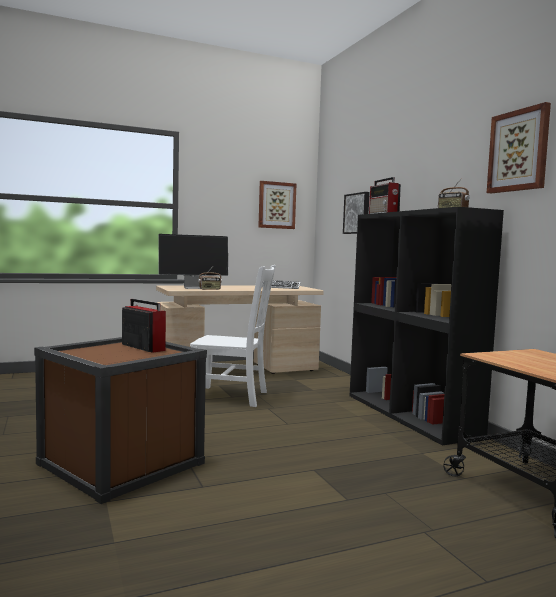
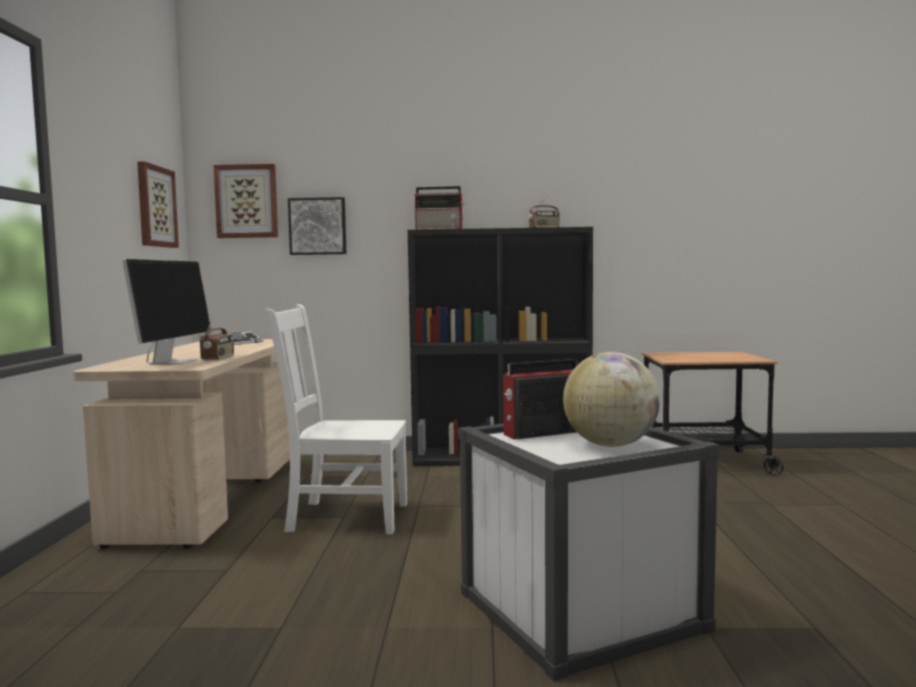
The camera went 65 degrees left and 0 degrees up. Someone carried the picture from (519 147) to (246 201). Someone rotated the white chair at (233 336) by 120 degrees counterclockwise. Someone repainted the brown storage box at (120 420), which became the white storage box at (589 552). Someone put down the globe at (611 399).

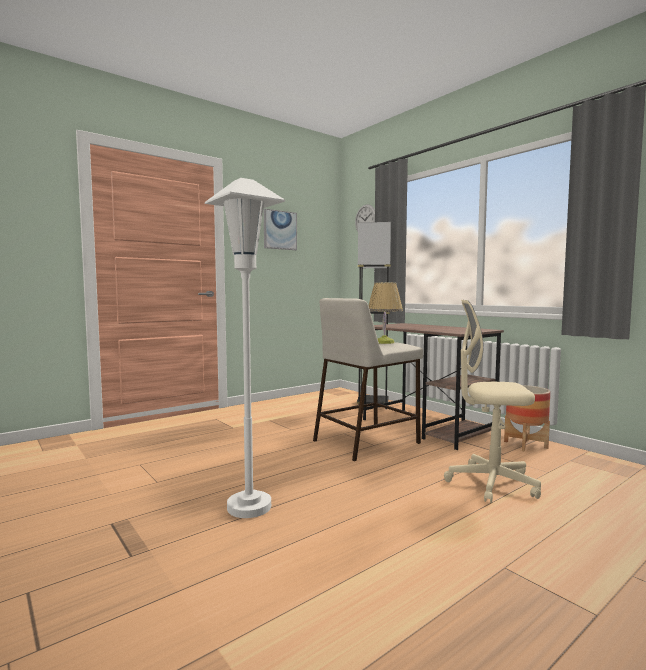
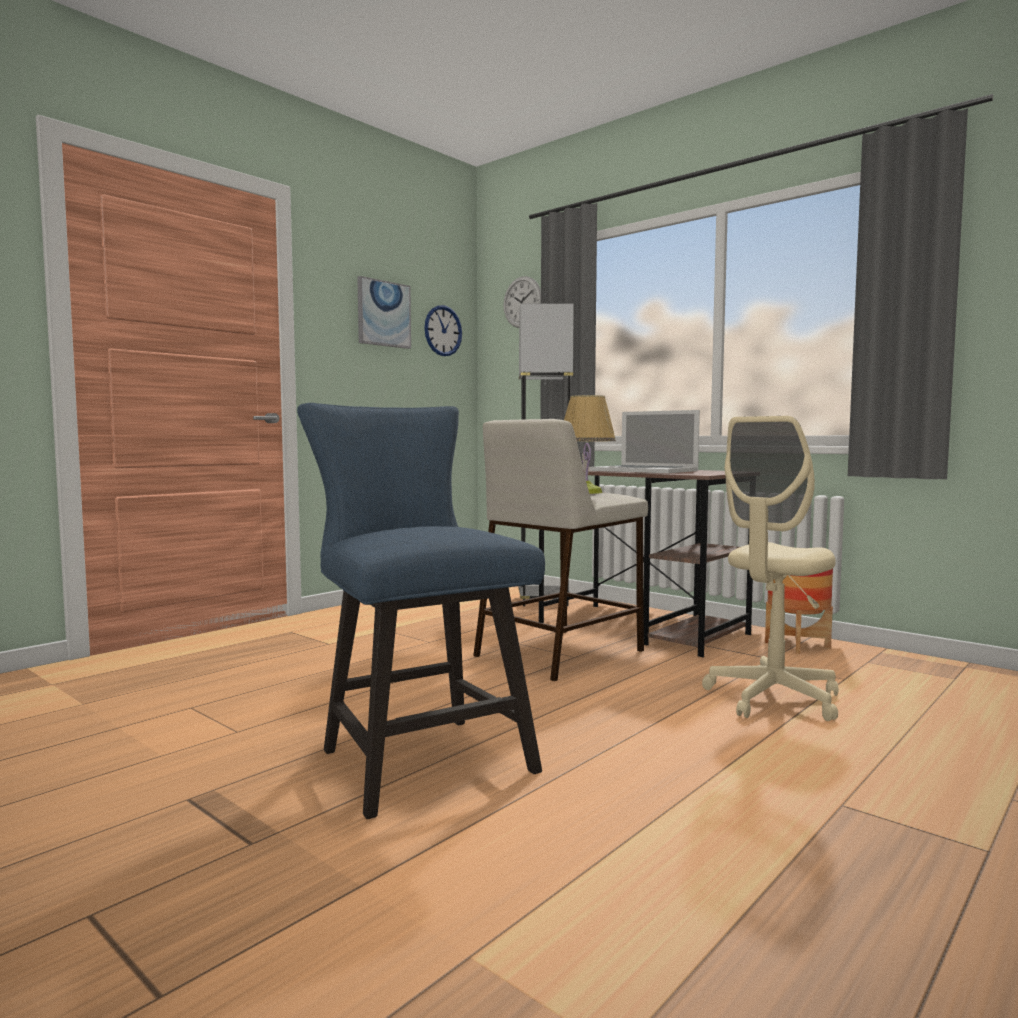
The camera went 10 degrees left and 0 degrees up. Someone swapped the white floor lamp at (245 348) for the blue chair at (421 611). Someone put up the wall clock at (443 330). Someone put down the laptop at (645 441). Someone rotated the beige office chair at (492 401) by 45 degrees counterclockwise.

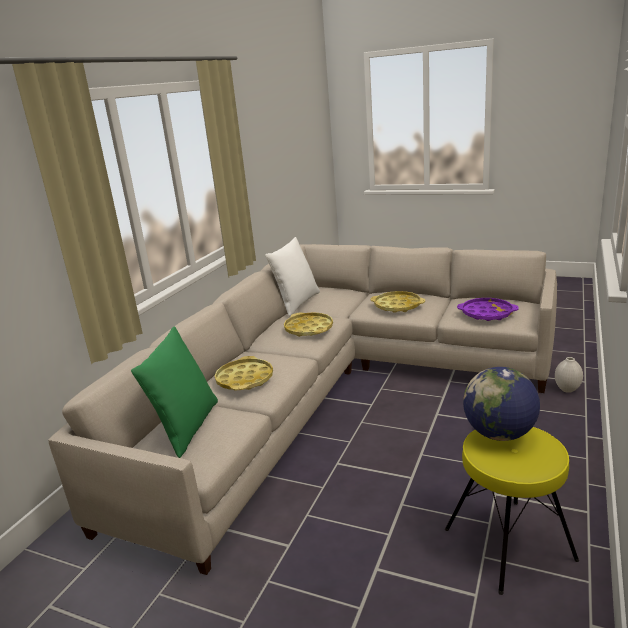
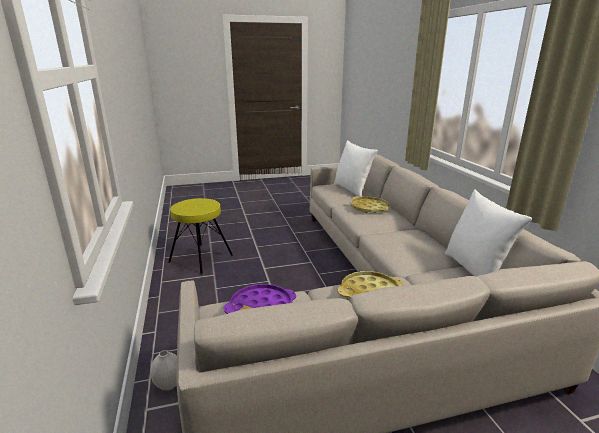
The camera went 140 degrees right and 0 degrees up. Someone repainted the green pillow at (174 392), which became the white pillow at (356 168). Someone took away the yellow tray at (308 324). Someone took away the globe at (501 404).

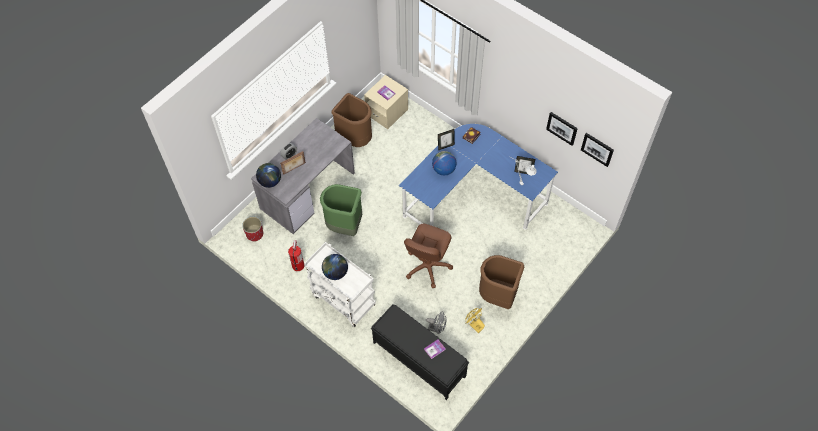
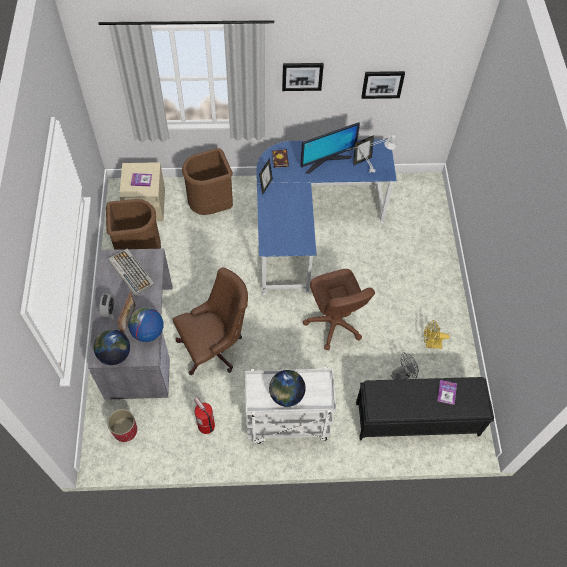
The camera went 45 degrees left and 0 degrees up. Someone put down the keyboard at (131 272). Someone carried the globe from (444 163) to (145 324). Someone swapped the green trash can at (341 210) for the brown office chair at (210 321). Someone carried the brown trash can from (501 282) to (207 181). Someone carried the picture from (597 150) to (303 77). Someone put down the monitor at (330 148).

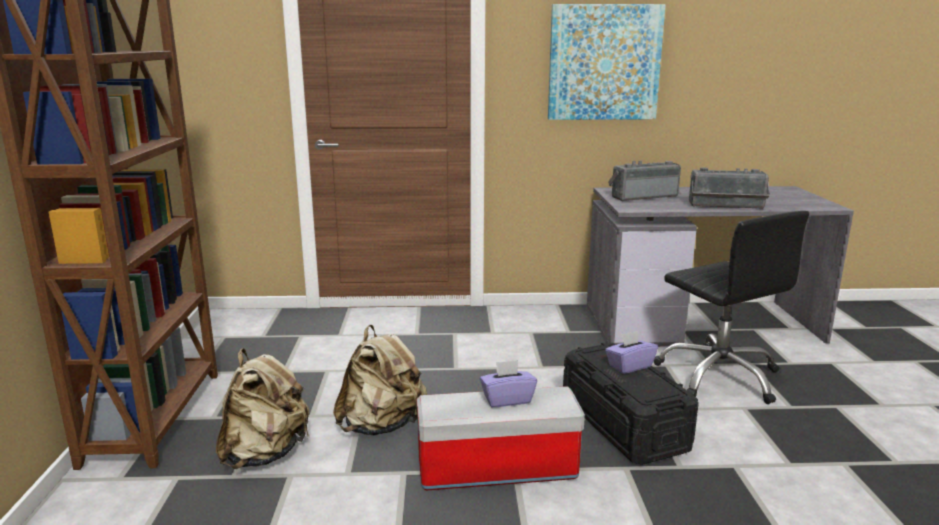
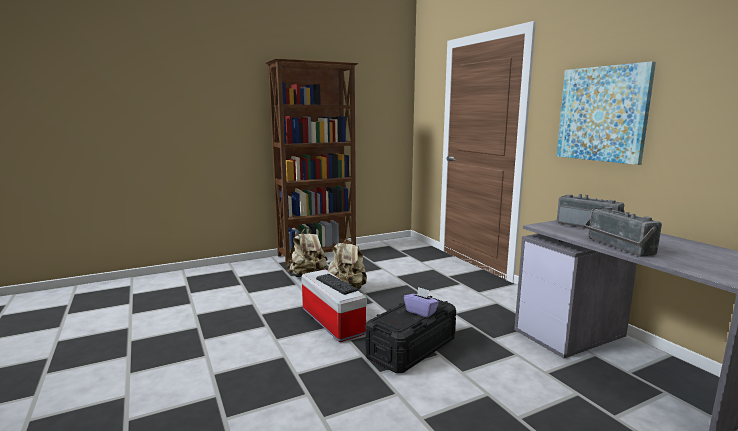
The camera went 65 degrees right and 5 degrees down. Someone swapped the purple tissue box at (508 383) for the keyboard at (337 284). Someone took away the black office chair at (731 307).

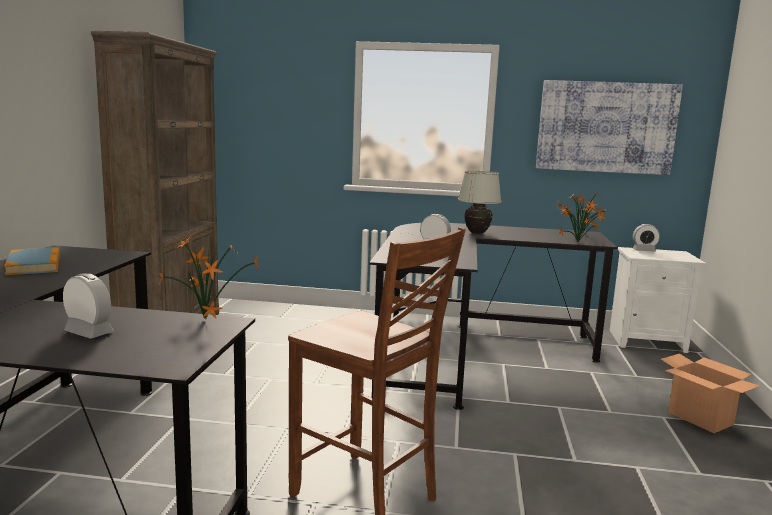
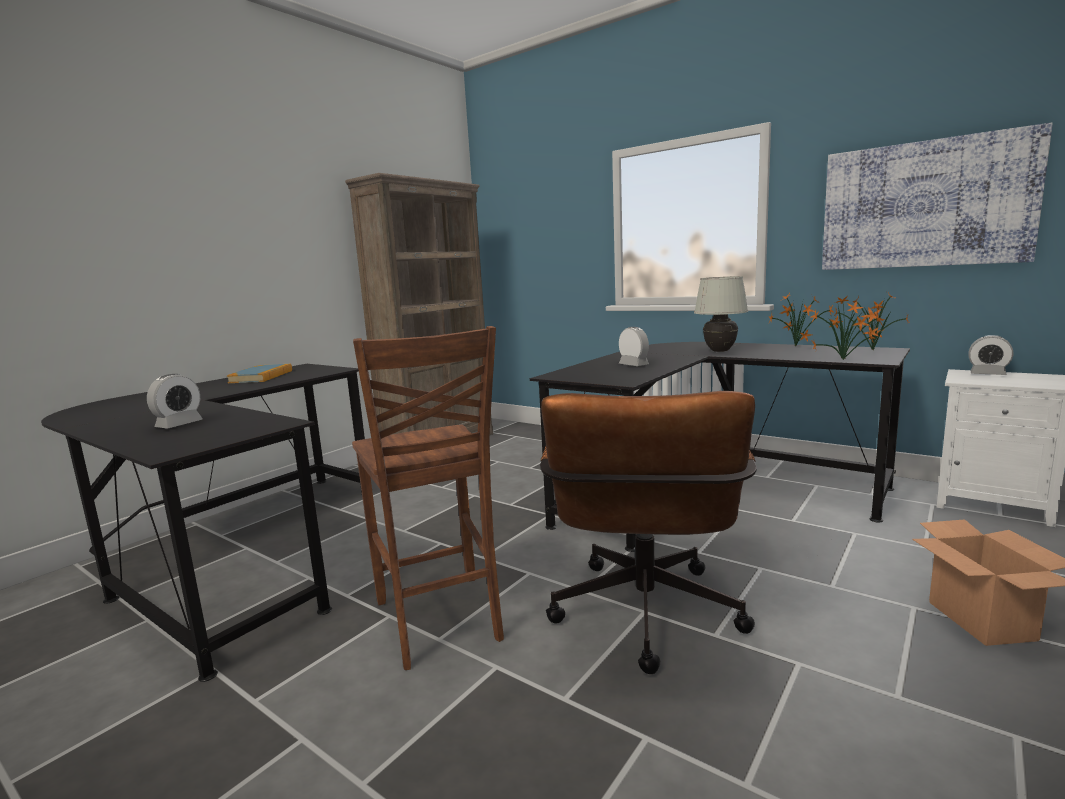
The camera went 30 degrees right and 0 degrees up. Someone rotated the alarm clock at (88 305) by 60 degrees clockwise. Someone put down the brown office chair at (648 532). Someone carried the potted plant from (208 278) to (801 319).

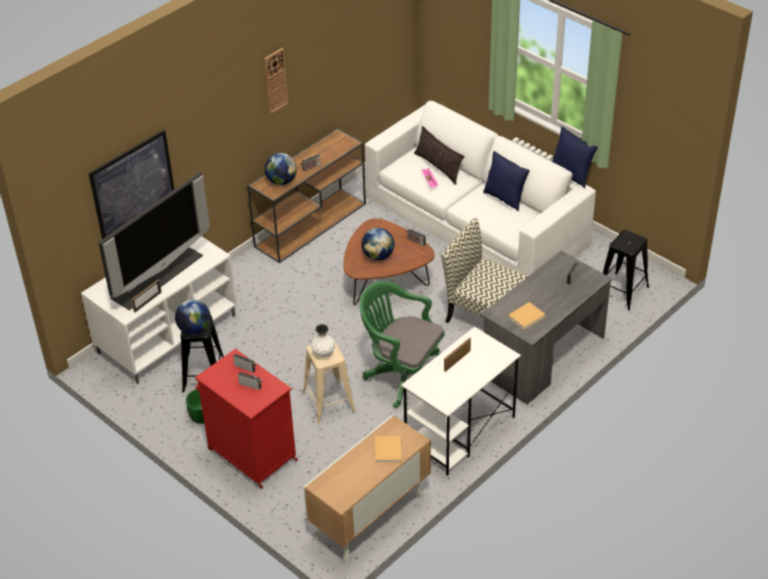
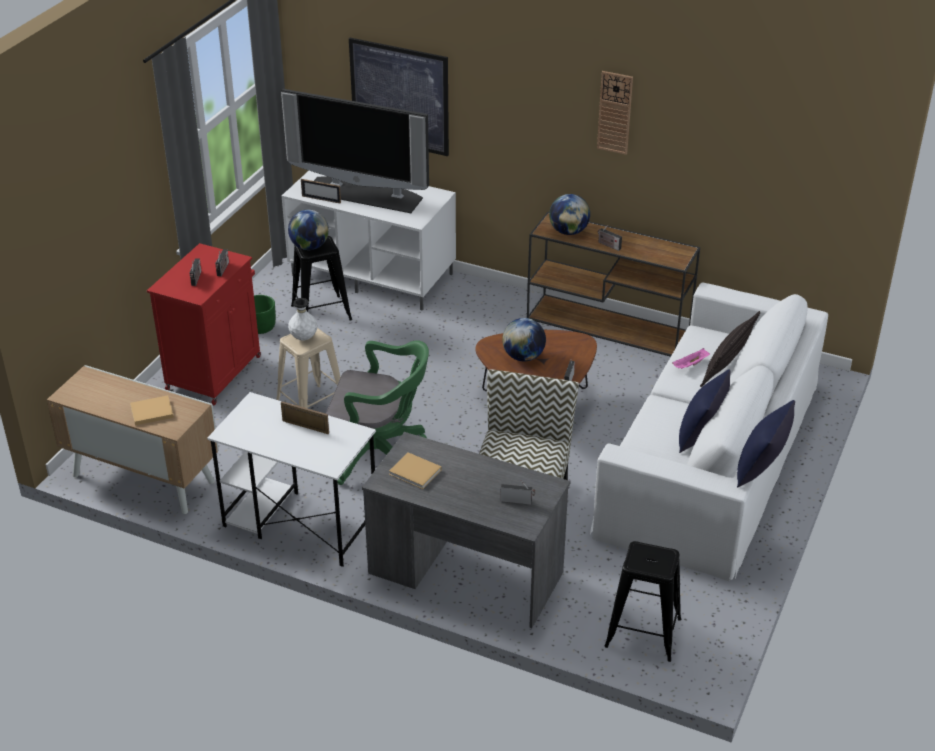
The camera went 70 degrees right and 5 degrees down. Someone rotated the green office chair at (402 344) by 90 degrees clockwise.

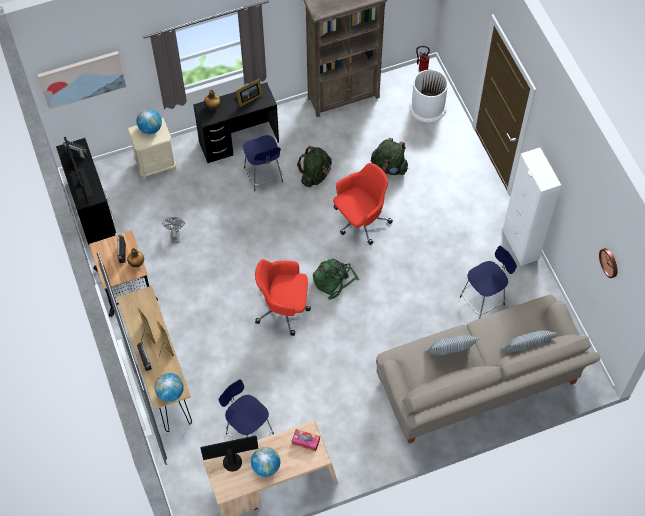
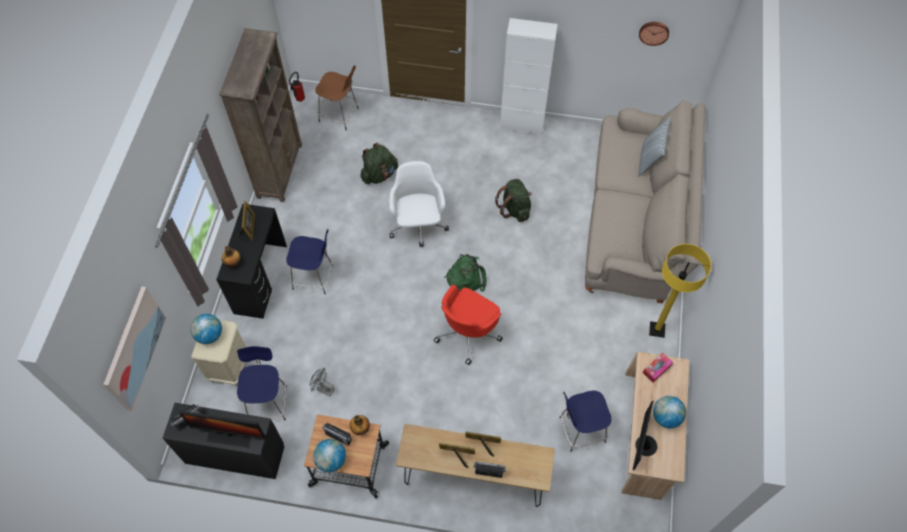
The camera went 60 degrees left and 0 degrees up. Someone carried the blue stool from (488 282) to (262 383). Someone carried the globe from (169 387) to (329 455). Someone swapped the white trash can at (428 96) for the brown stool at (337 97). Someone repainted the red office chair at (363 204), which became the white office chair at (419 204). Someone carried the green backpack from (314 167) to (513 200). Someone put down the yellow floor lamp at (680 291). Someone took away the pillow at (452 345).

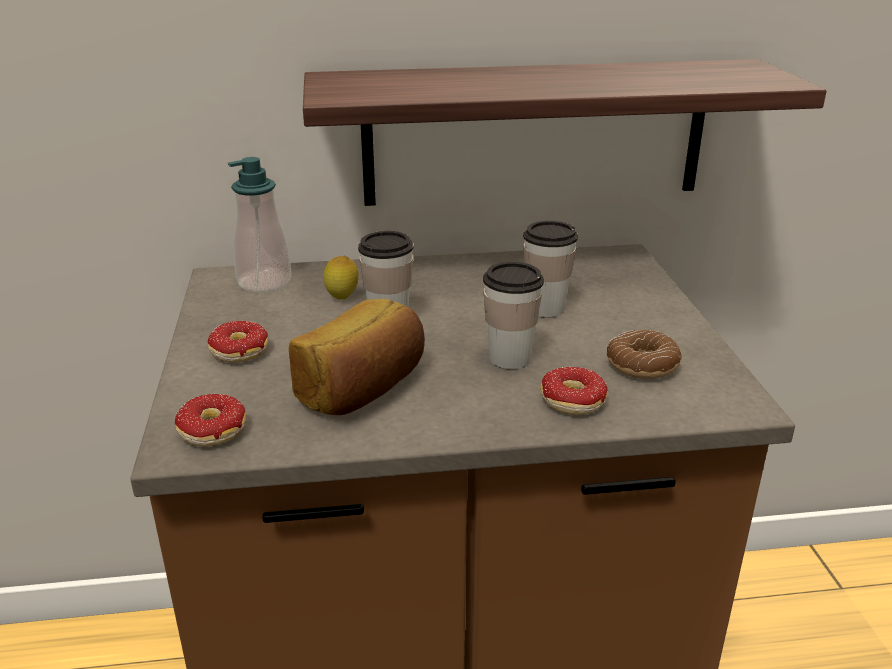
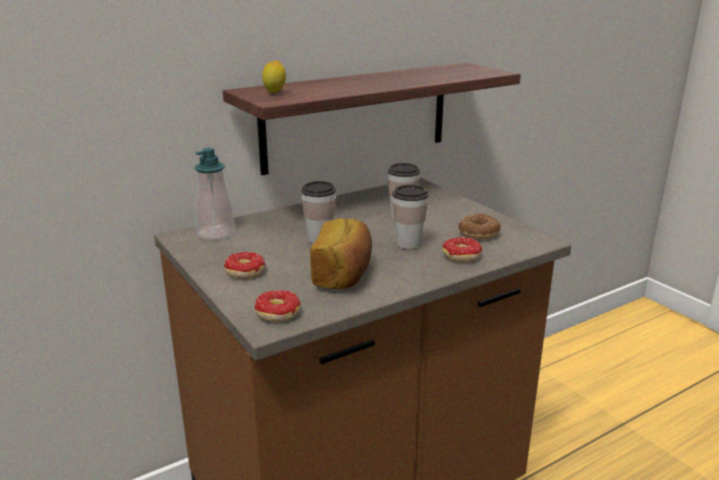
The camera went 25 degrees left and 5 degrees down. Someone carried the lemon from (340 277) to (274 76).

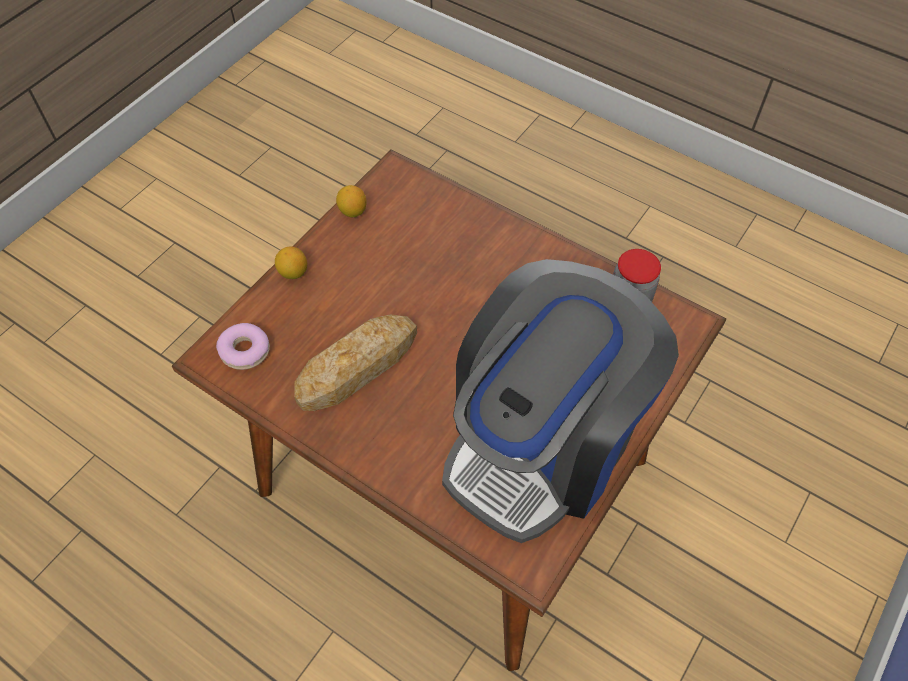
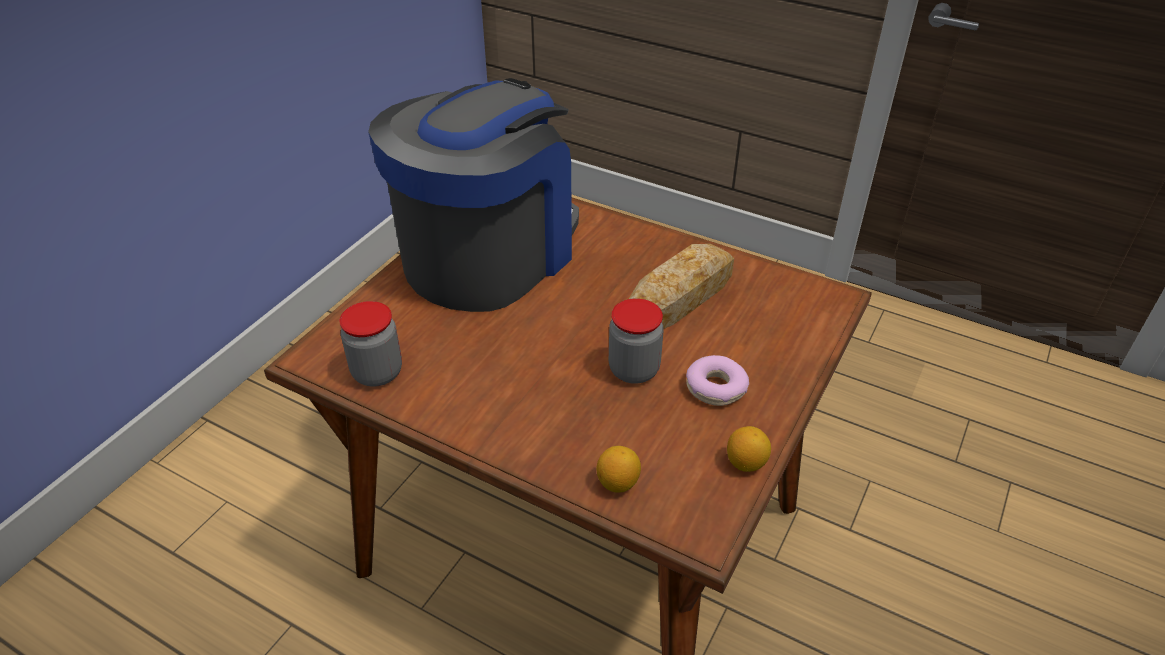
The camera went 175 degrees right and 15 degrees down. Someone carried the lemon from (291 262) to (618 469). Someone put down the jar at (636 341). Someone carried the donut from (243 346) to (717 380).

